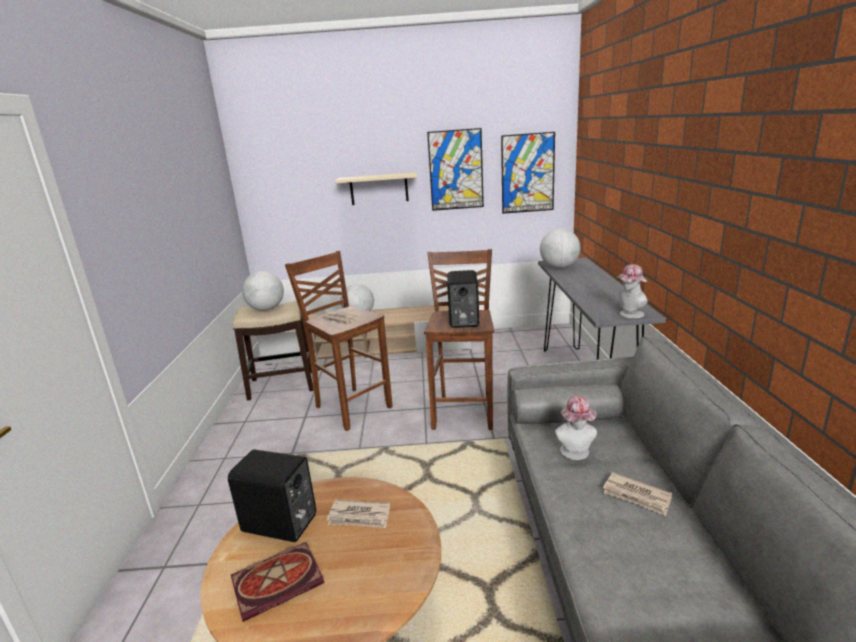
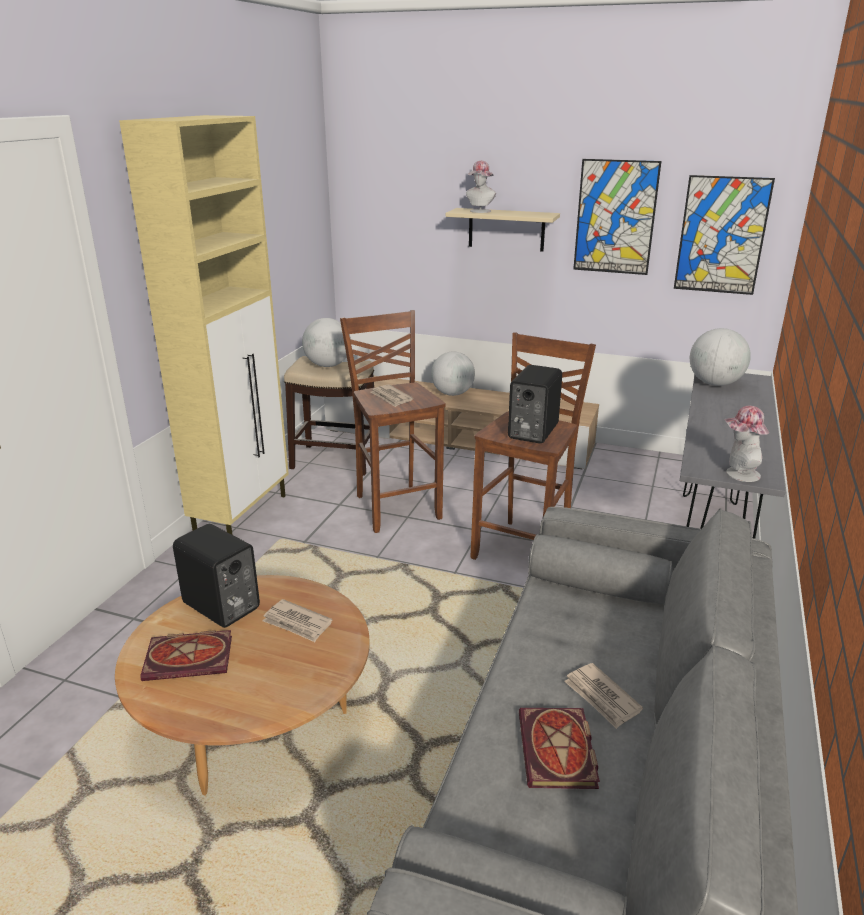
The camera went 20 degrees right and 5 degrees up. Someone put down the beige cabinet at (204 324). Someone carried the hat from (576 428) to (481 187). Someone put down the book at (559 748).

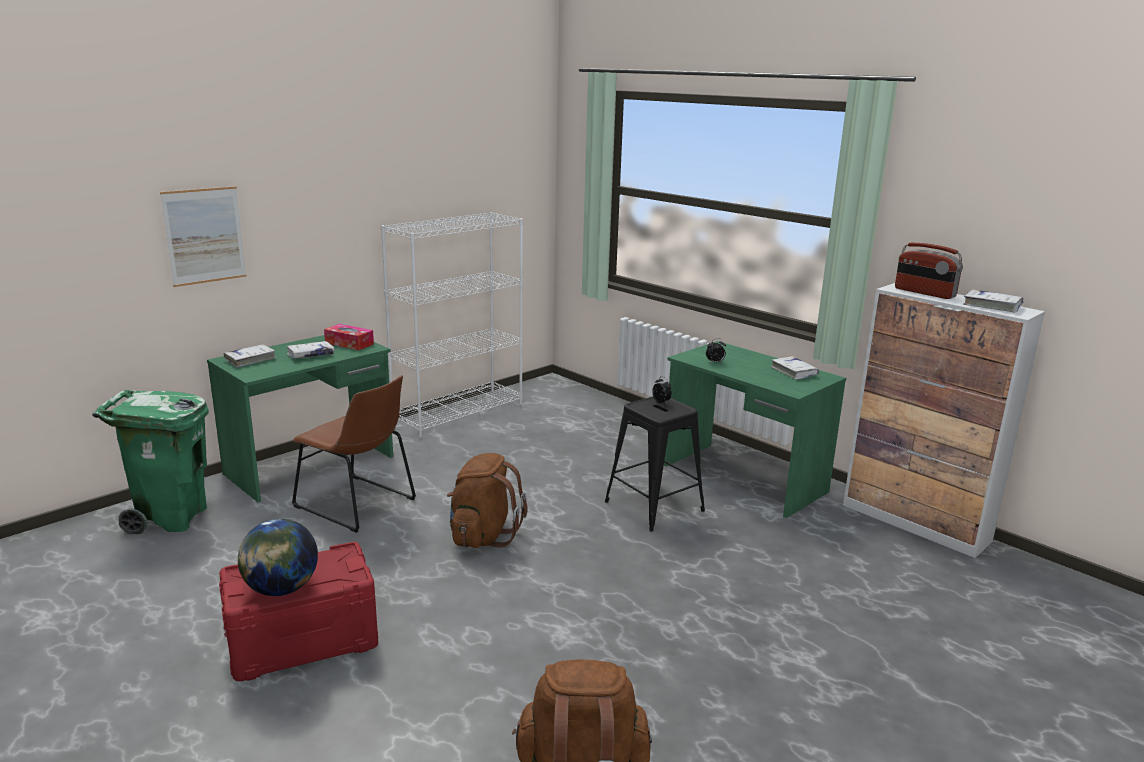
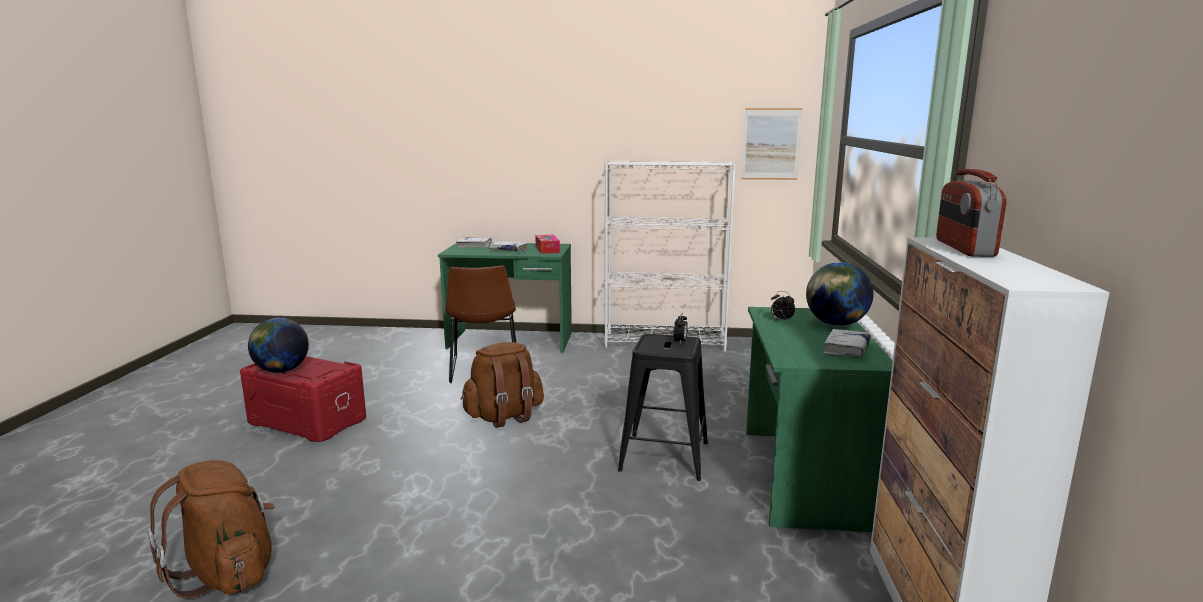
The camera went 50 degrees right and 5 degrees down. Someone carried the picture from (203 236) to (771 144). Someone put down the globe at (839 294). Someone took away the green trash can at (150 462). Someone took away the white book at (993 300).

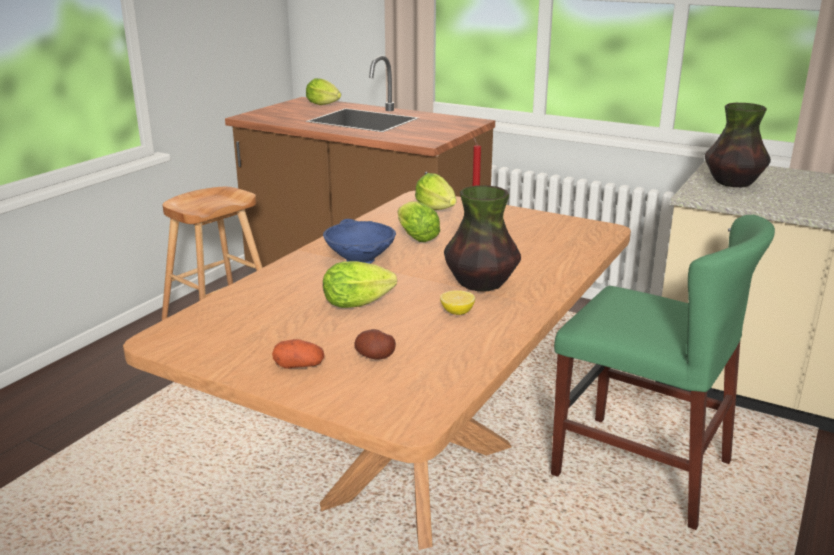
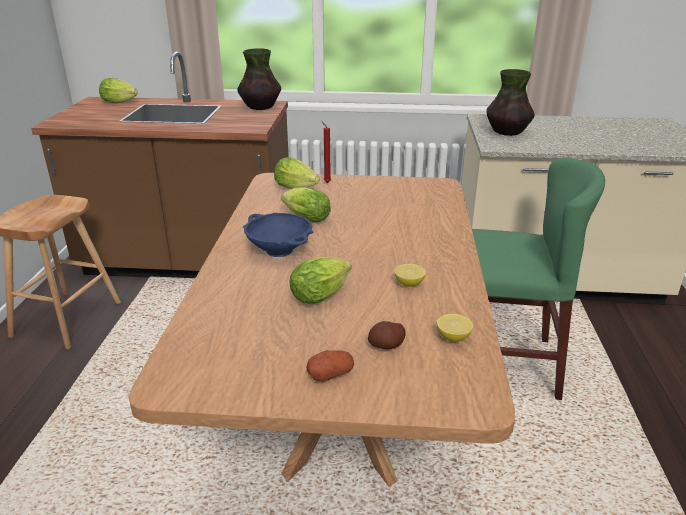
The camera went 25 degrees left and 5 degrees up. Someone carried the vase from (482 238) to (259 79). Someone put down the lemon at (455 328).

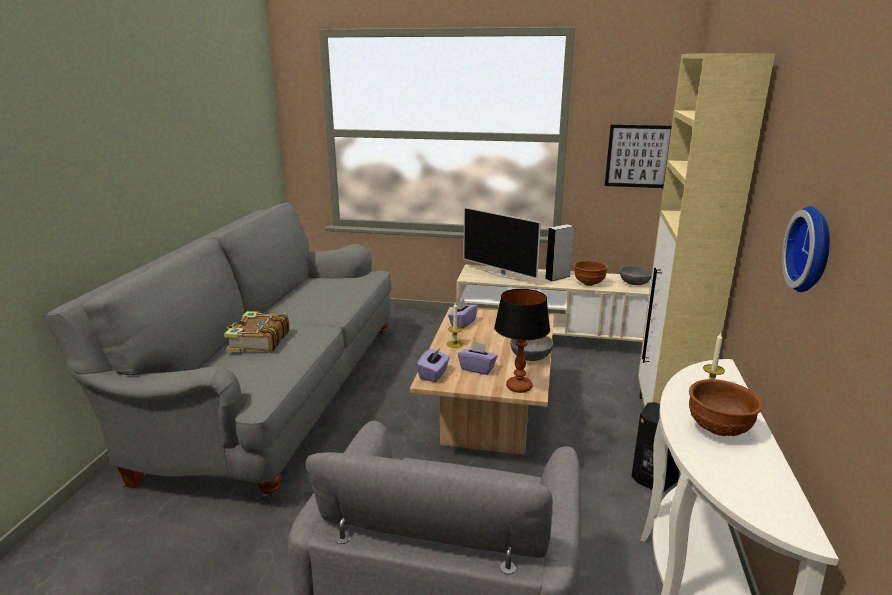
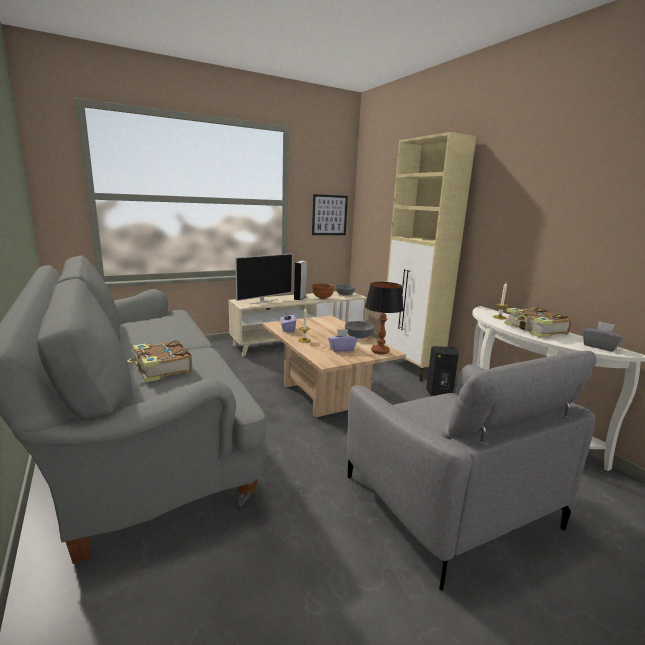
The camera went 40 degrees left and 5 degrees down. Someone rotated the television at (502 244) by 45 degrees counterclockwise. Someone swapped the brown bowl at (726 407) for the book at (538 322). Someone put down the grey tissue box at (603 336). Someone took away the purple tissue box at (433 364). Someone took away the wall clock at (806 249).

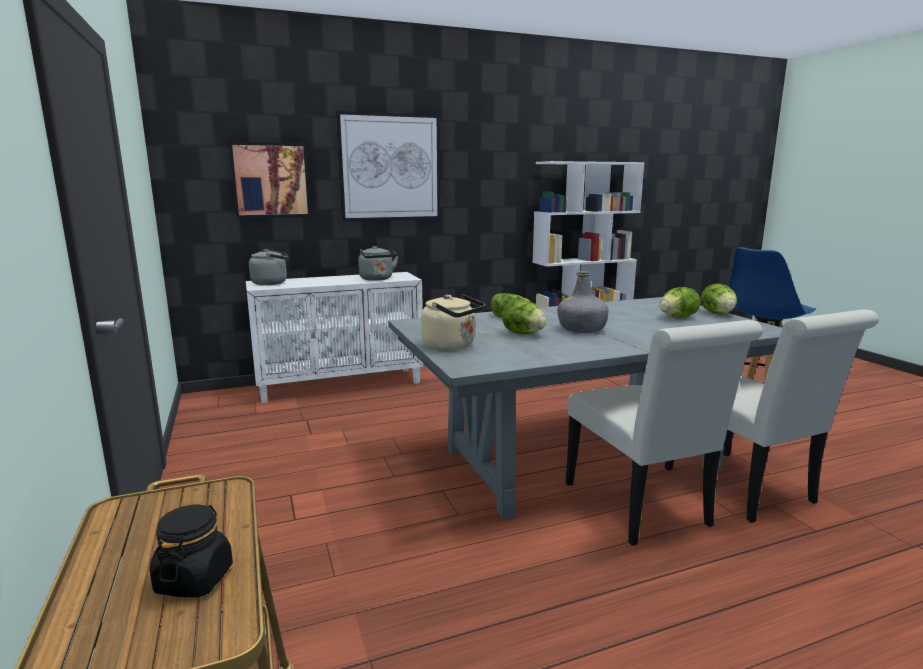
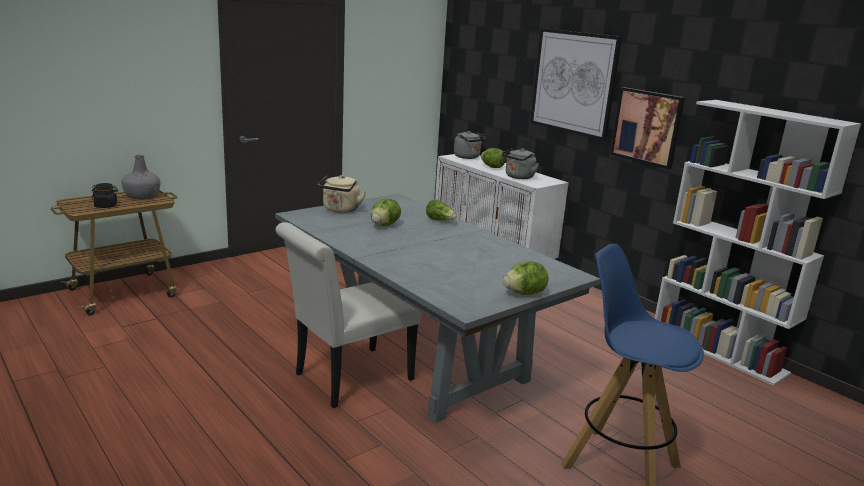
The camera went 70 degrees right and 5 degrees up. Someone carried the grey bottle from (583 302) to (141 176). Someone carried the lettuce from (680 302) to (493 158). Someone carried the picture from (270 180) to (648 128). Someone took away the white chair at (772 416).

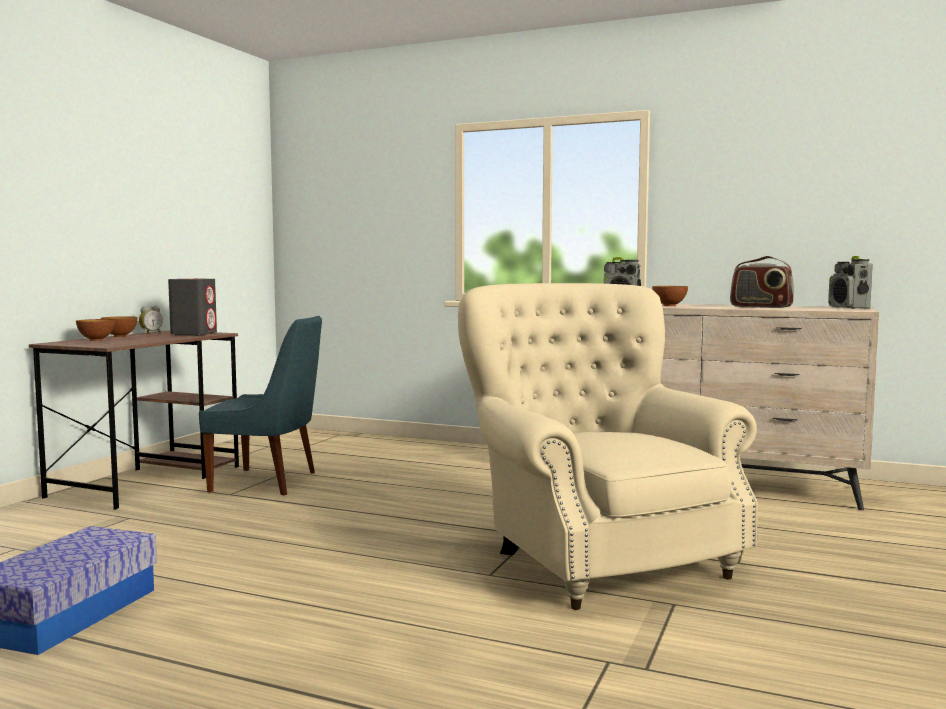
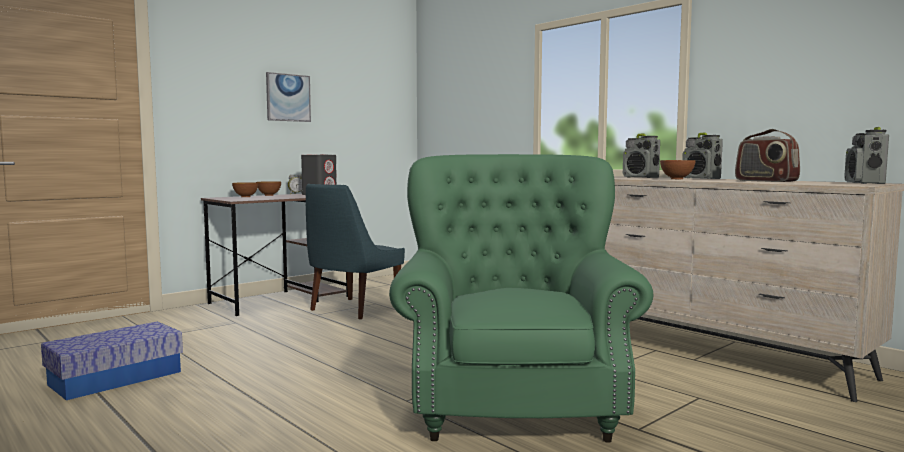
The camera went 25 degrees right and 0 degrees up. Someone put up the picture at (288 97). Someone rotated the blue chair at (260 406) by 90 degrees clockwise. Someone repainted the beige armchair at (608 446), which became the green armchair at (521 298). Someone put down the radio at (702 156).

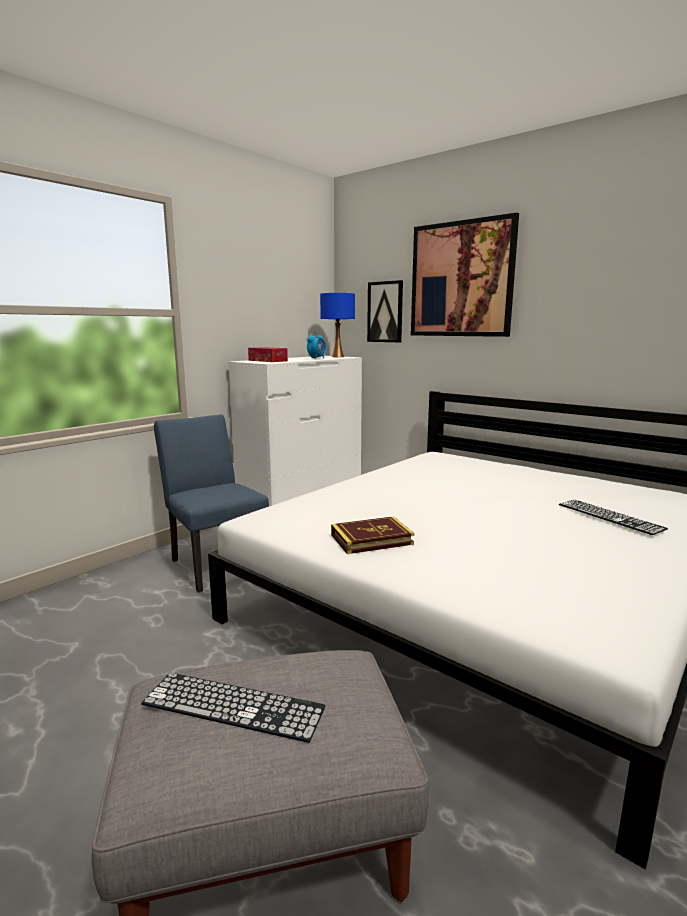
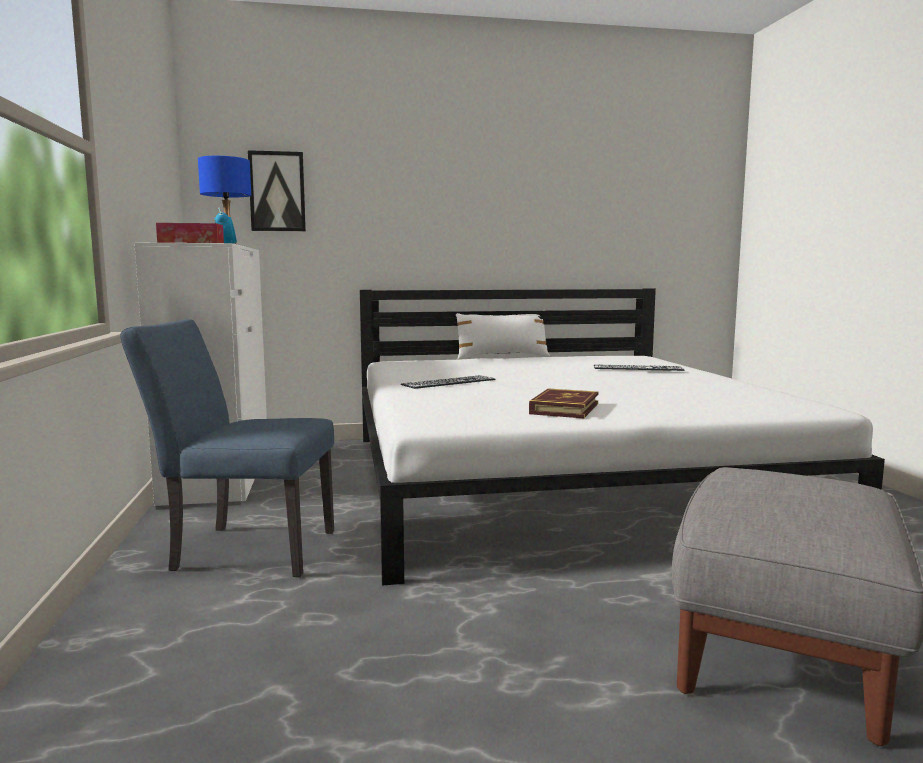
The camera went 50 degrees left and 5 degrees down. Someone carried the keyboard from (233 708) to (448 382). Someone put down the white pillow at (503 336). Someone took away the picture at (465 275).

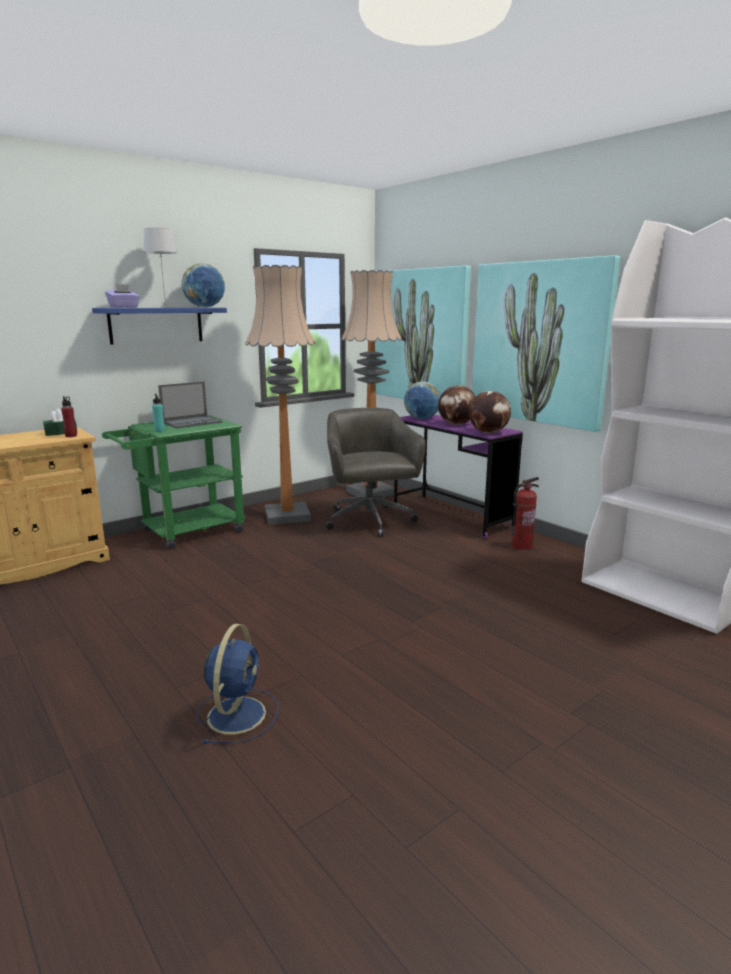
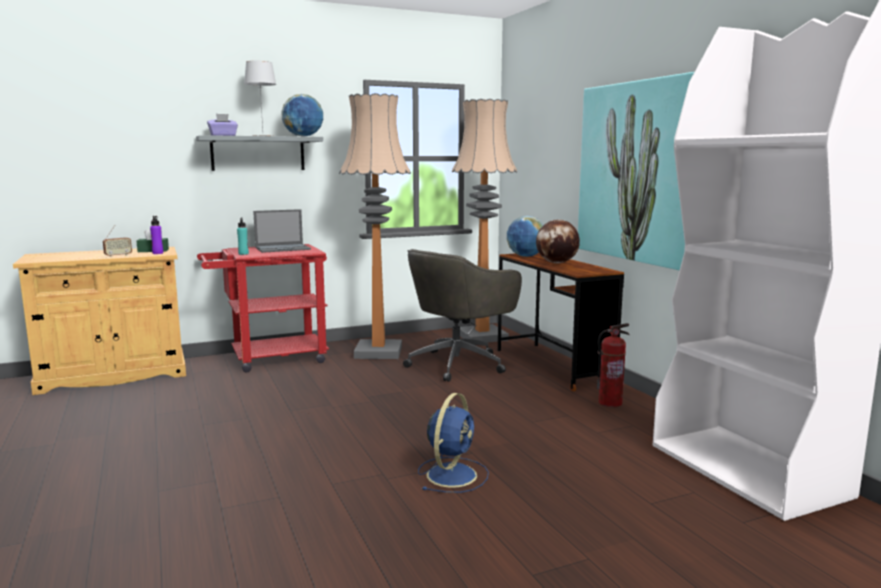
The camera went 15 degrees right and 5 degrees down. Someone put down the radio at (117 241). Someone repainted the red bottle at (69 416), which became the purple bottle at (156 235). Someone repainted the blue shelf at (159 326), which became the grey shelf at (259 153). Someone repainted the green cart at (173 482), which became the red cart at (263 308). Someone rotated the grey office chair at (376 472) by 135 degrees counterclockwise. Someone carried the blue fan from (237 684) to (453 443). Someone repainted the purple desk at (458 477), which became the brown desk at (561 322). Someone took away the picture at (423 332). Someone took away the globe at (490 412).

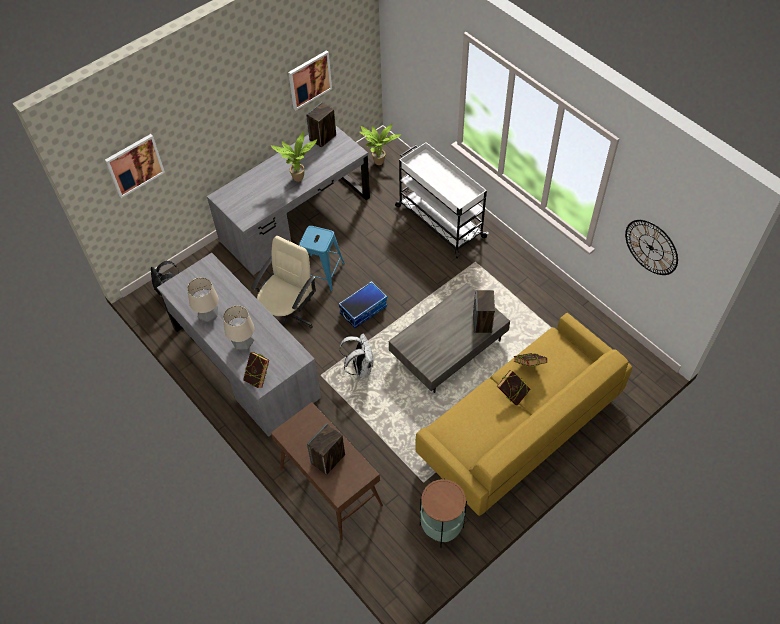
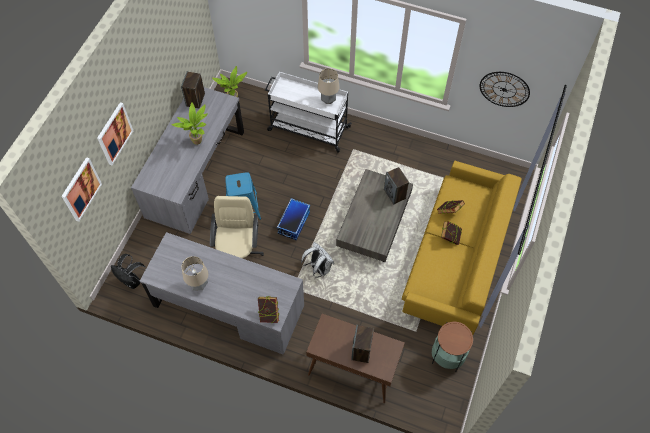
The camera went 30 degrees left and 5 degrees up. Someone carried the picture from (310 80) to (115 133). Someone carried the table lamp from (238 328) to (329 86).

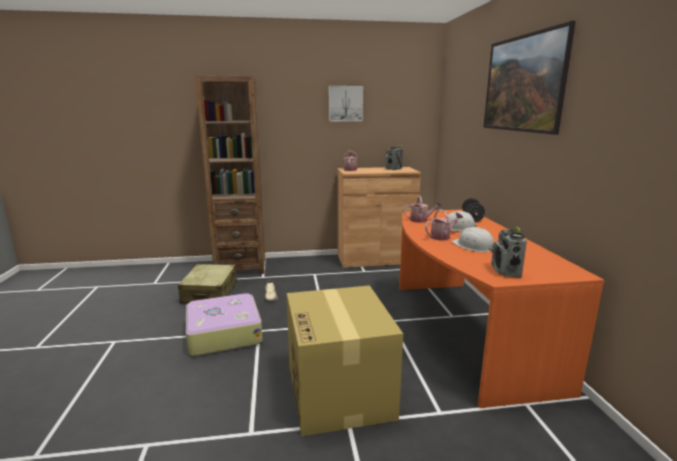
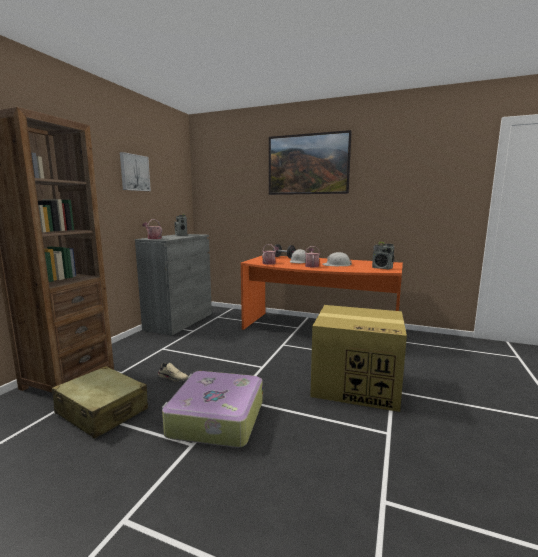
The camera went 60 degrees left and 5 degrees down. Someone repainted the brown cabinet at (379 217), which became the grey cabinet at (173 285).

